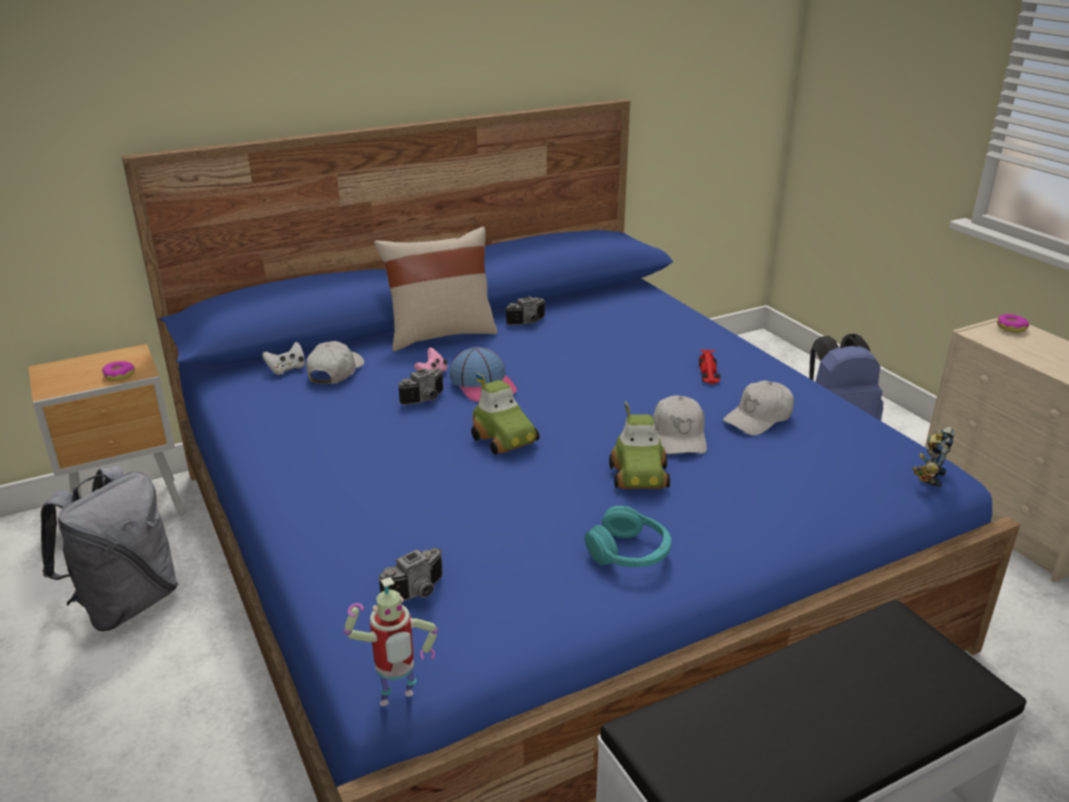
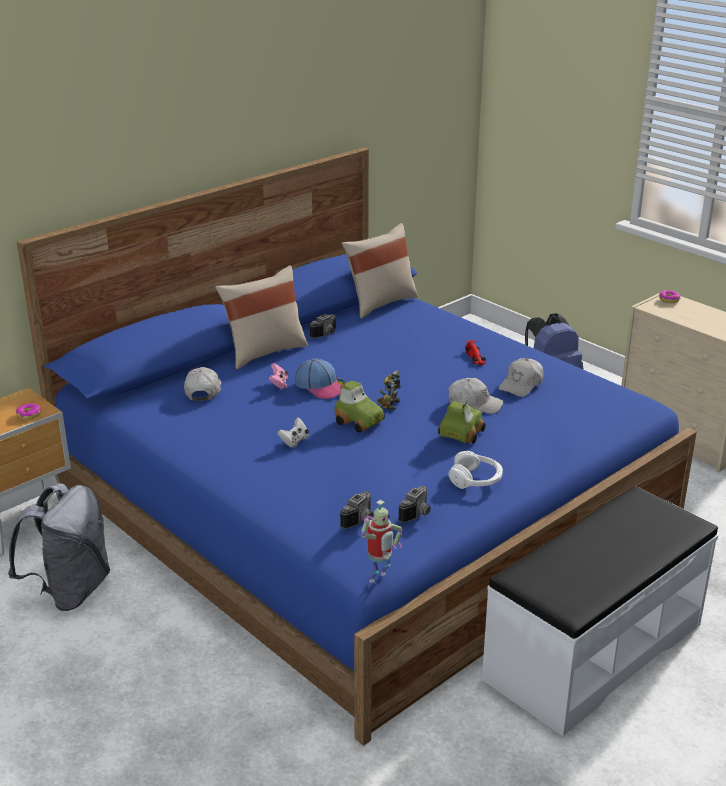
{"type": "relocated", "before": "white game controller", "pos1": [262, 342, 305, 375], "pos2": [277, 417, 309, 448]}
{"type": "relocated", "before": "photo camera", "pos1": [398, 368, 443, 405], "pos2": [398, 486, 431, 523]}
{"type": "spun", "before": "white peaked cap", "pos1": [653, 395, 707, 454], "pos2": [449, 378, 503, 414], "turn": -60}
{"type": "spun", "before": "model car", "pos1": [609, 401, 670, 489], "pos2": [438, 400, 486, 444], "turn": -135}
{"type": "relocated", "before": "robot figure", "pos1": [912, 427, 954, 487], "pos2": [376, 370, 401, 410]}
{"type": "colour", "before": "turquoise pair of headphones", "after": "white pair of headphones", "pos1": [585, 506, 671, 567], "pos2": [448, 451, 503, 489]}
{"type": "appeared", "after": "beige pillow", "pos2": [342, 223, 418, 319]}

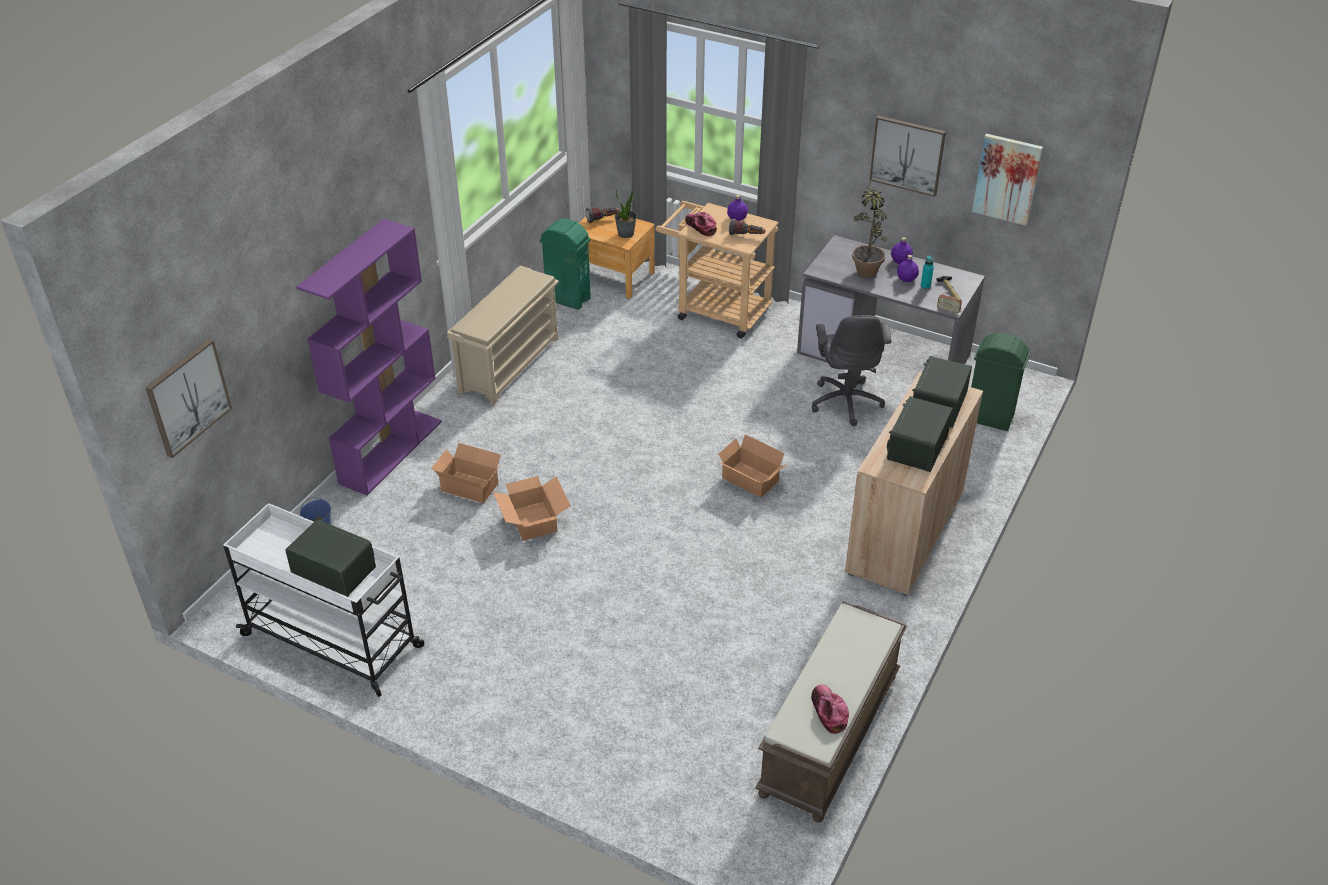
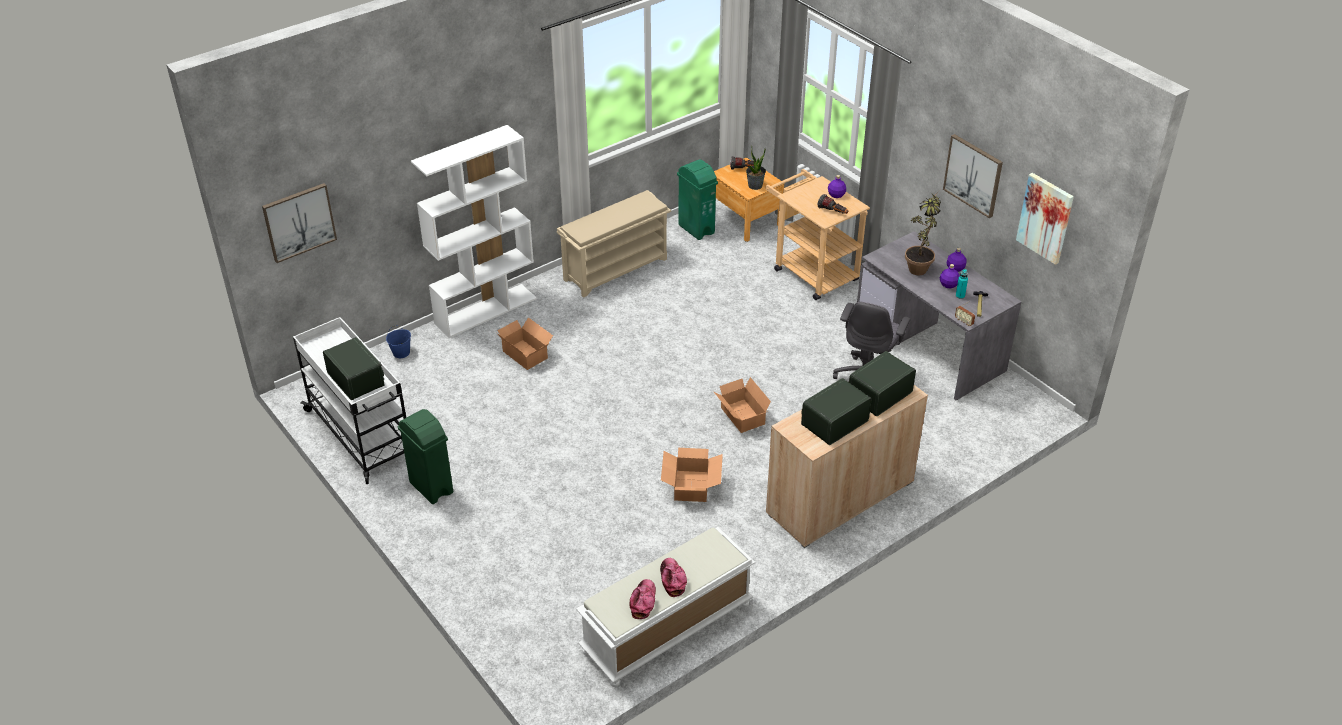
{"type": "relocated", "before": "peaked cap", "pos1": [685, 212, 717, 236], "pos2": [660, 558, 687, 597]}
{"type": "colour", "before": "purple-coloured bookshelf", "after": "white bookshelf", "pos1": [296, 219, 442, 495], "pos2": [411, 125, 537, 338]}
{"type": "relocated", "before": "green waste bin", "pos1": [971, 333, 1030, 431], "pos2": [398, 409, 453, 504]}
{"type": "relocated", "before": "carton", "pos1": [493, 476, 571, 541], "pos2": [661, 448, 723, 502]}
{"type": "colour", "before": "brown-coloured bench", "after": "white bench", "pos1": [755, 601, 907, 822], "pos2": [576, 527, 755, 687]}

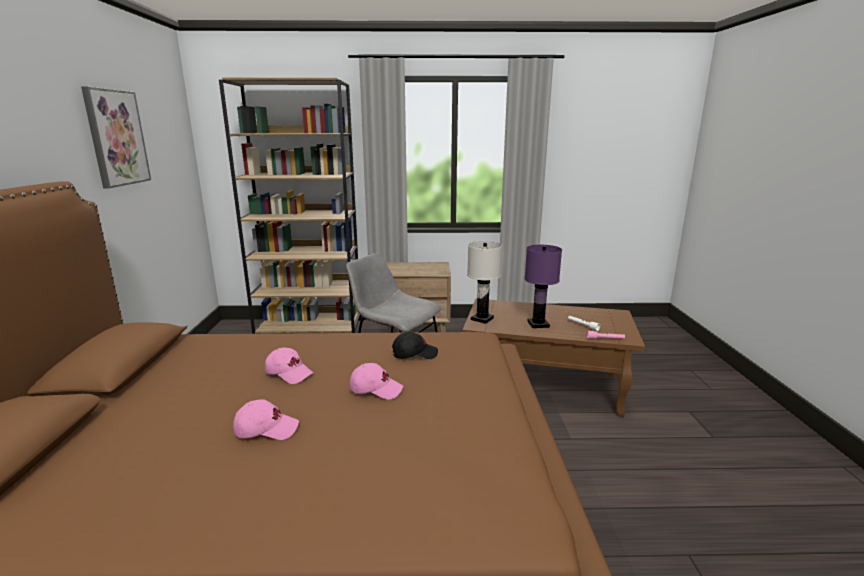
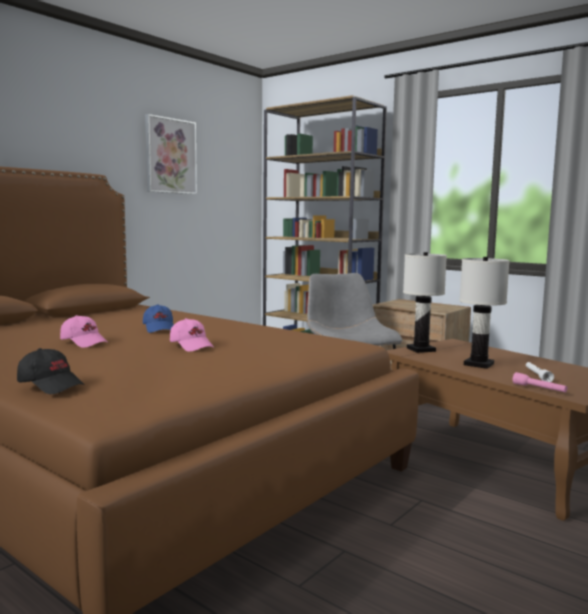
{"type": "colour", "before": "purple-coloured table lamp", "after": "white table lamp", "pos1": [524, 245, 562, 328], "pos2": [459, 257, 510, 369]}
{"type": "relocated", "before": "black-coloured peaked cap", "pos1": [392, 332, 438, 359], "pos2": [17, 348, 85, 394]}
{"type": "colour", "before": "pink peaked cap", "after": "blue peaked cap", "pos1": [265, 348, 313, 384], "pos2": [143, 304, 174, 333]}

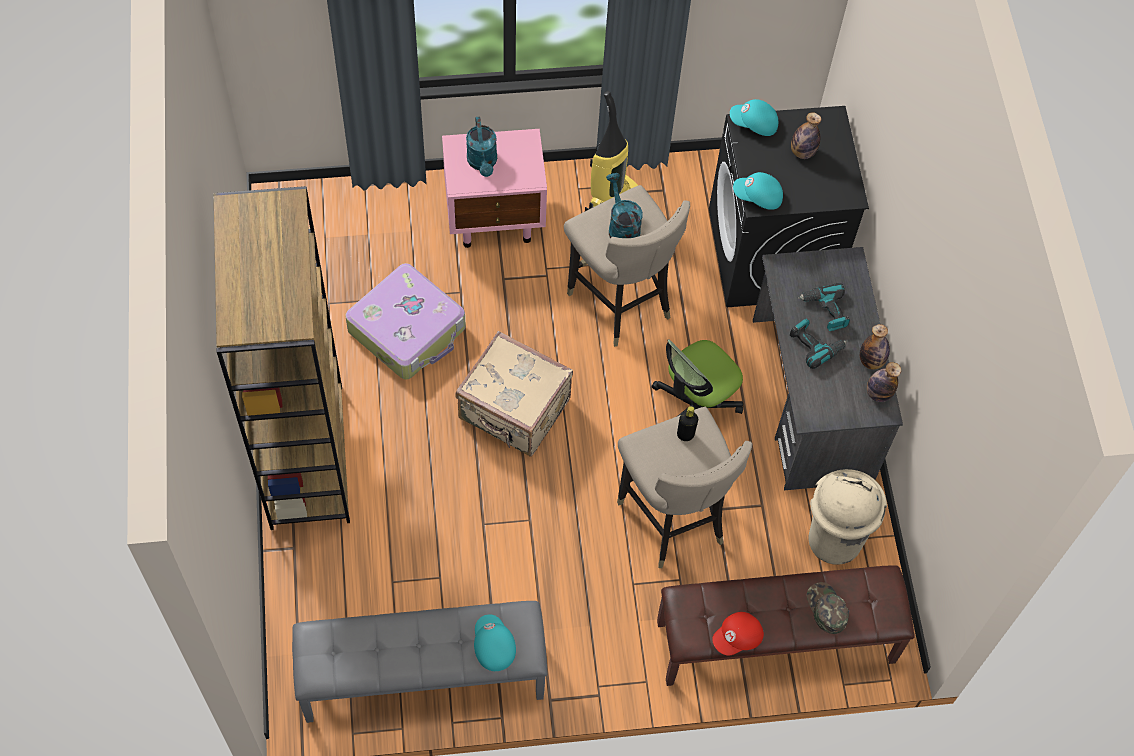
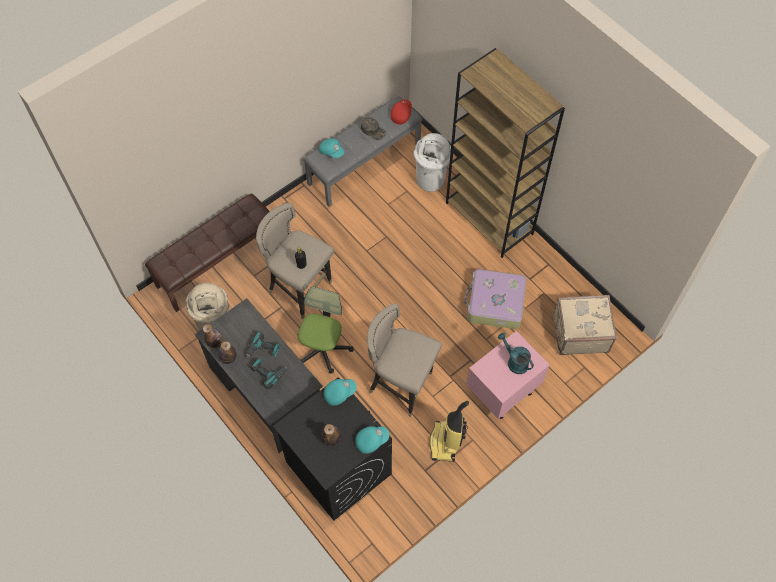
{"type": "missing", "before": "turquoise sprinkling can", "pos1": [606, 173, 643, 238]}
{"type": "relocated", "before": "beige piece of luggage", "pos1": [455, 331, 573, 457], "pos2": [553, 295, 617, 355]}
{"type": "relocated", "before": "green peaked cap", "pos1": [807, 582, 849, 634], "pos2": [361, 117, 386, 140]}
{"type": "relocated", "before": "reddish peaked cap", "pos1": [712, 612, 764, 656], "pos2": [391, 99, 412, 125]}
{"type": "appeared", "after": "white waste bin", "pos2": [413, 133, 451, 192]}

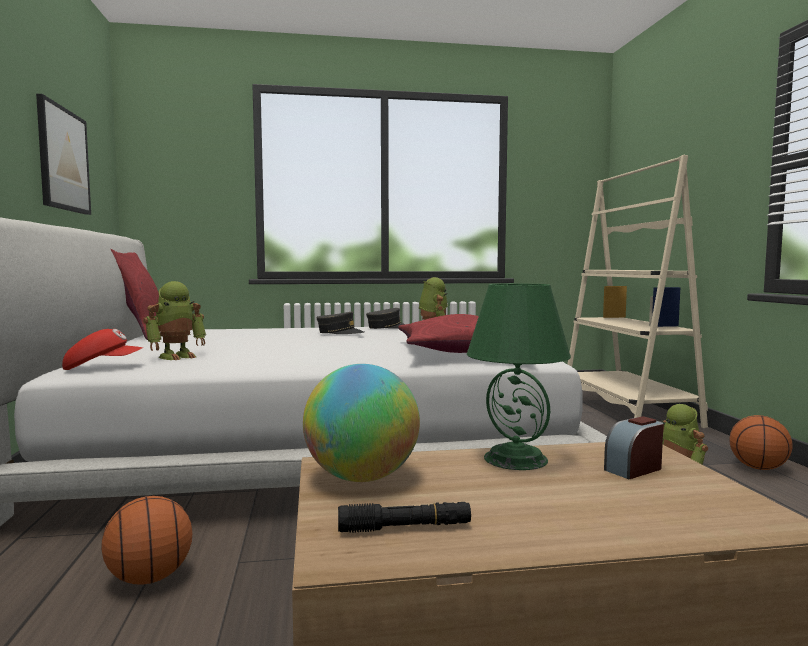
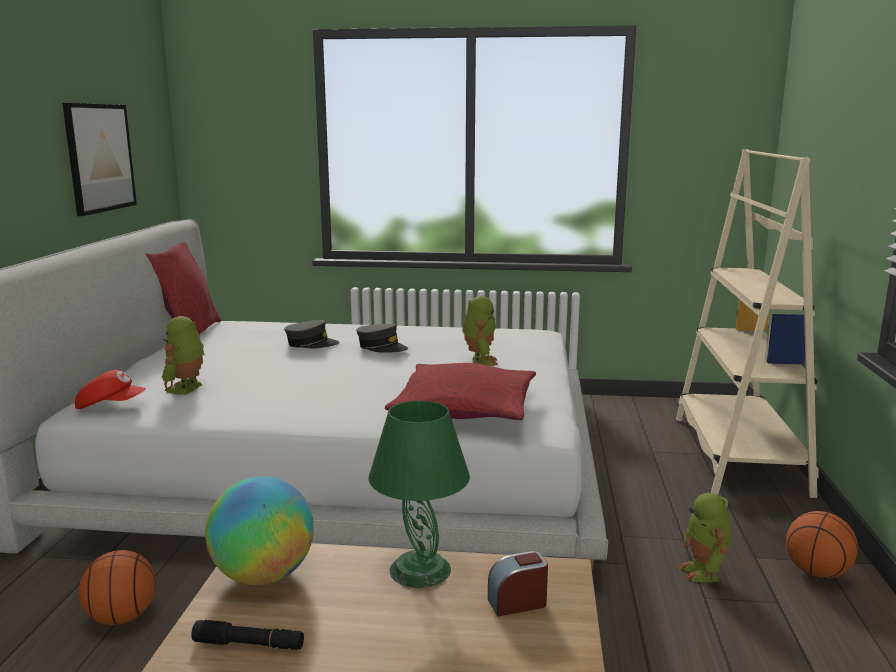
{"type": "spun", "before": "robot figure", "pos1": [143, 281, 206, 360], "pos2": [162, 316, 205, 395], "turn": 135}
{"type": "relocated", "before": "gray peaked cap", "pos1": [366, 308, 405, 329], "pos2": [284, 320, 339, 348]}

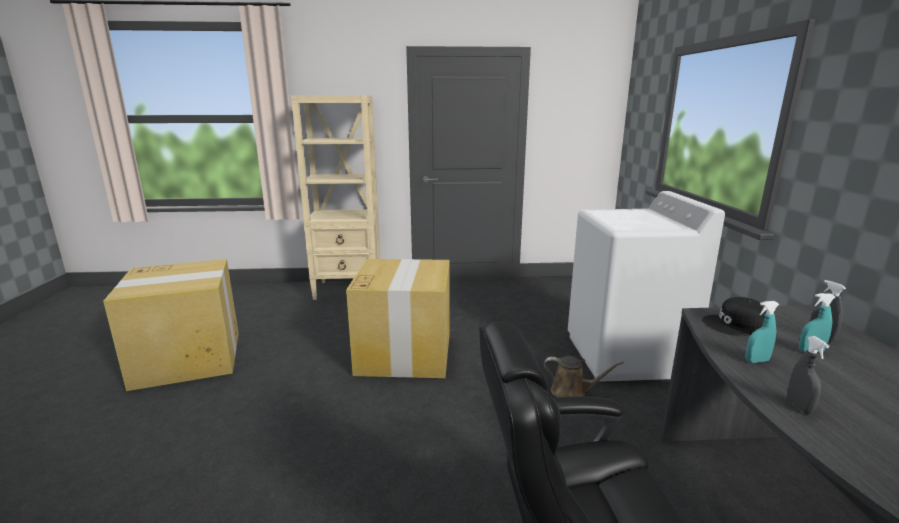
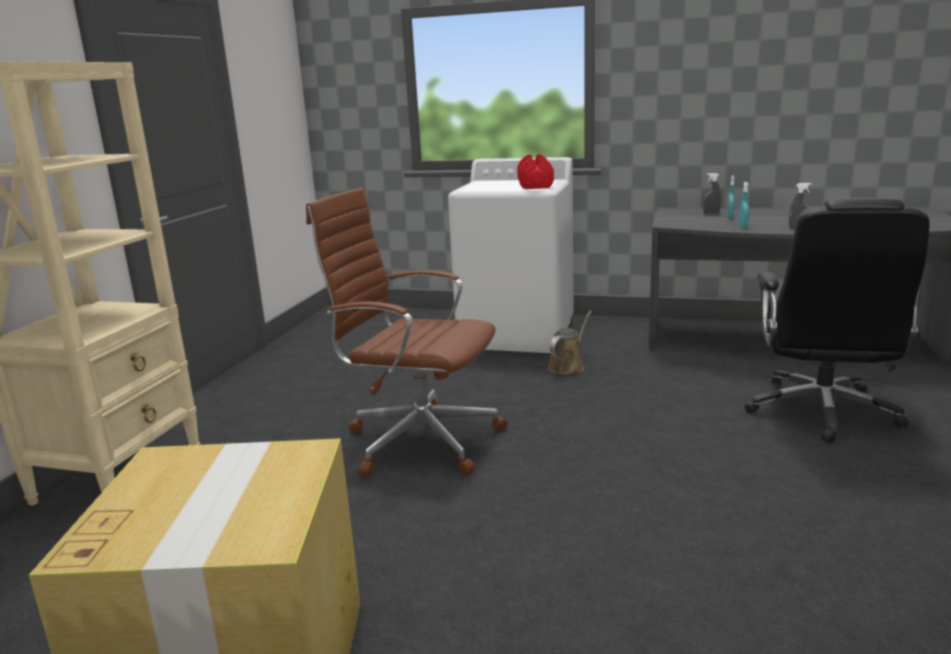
{"type": "exchanged", "before": "carton", "after": "brown-coloured office chair", "pos1": [346, 259, 450, 378], "pos2": [306, 188, 507, 476]}
{"type": "missing", "before": "black-coloured peaked cap", "pos1": [702, 297, 767, 336]}
{"type": "appeared", "after": "reddish free weight", "pos2": [517, 154, 554, 189]}

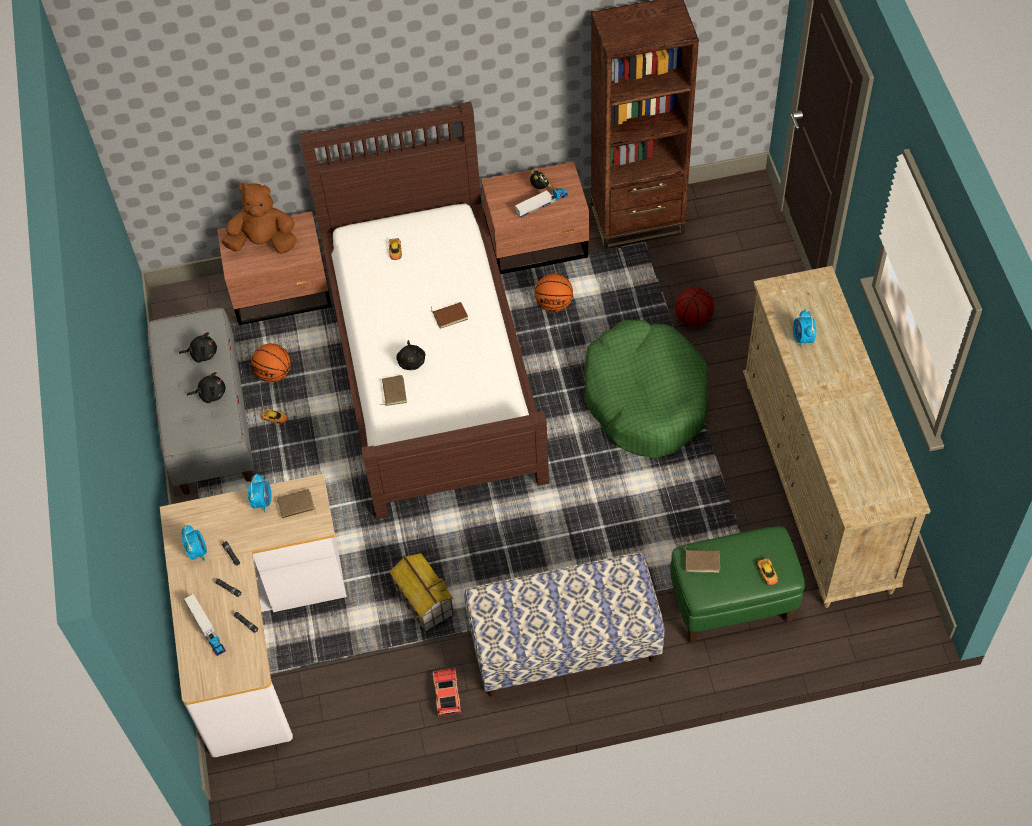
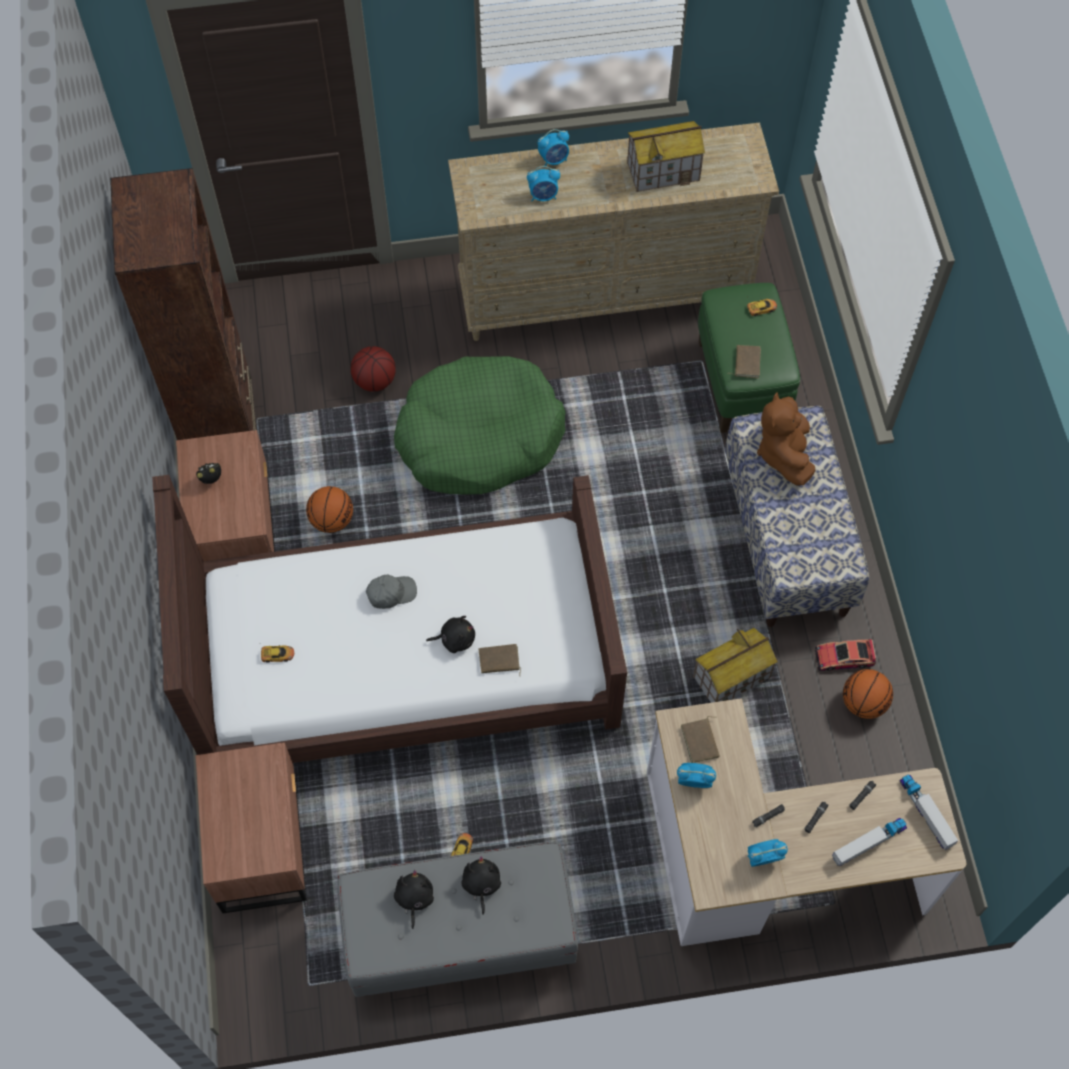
{"type": "relocated", "before": "brown-coloured cuddly toy", "pos1": [222, 183, 297, 254], "pos2": [757, 392, 815, 486]}
{"type": "relocated", "before": "toy lorry", "pos1": [515, 188, 568, 218], "pos2": [899, 775, 958, 850]}
{"type": "exchanged", "before": "brown-coloured bound book", "after": "gray peaked cap", "pos1": [431, 302, 468, 329], "pos2": [366, 574, 417, 609]}
{"type": "relocated", "before": "basketball", "pos1": [251, 343, 291, 383], "pos2": [843, 669, 893, 719]}
{"type": "appeared", "after": "model house", "pos2": [627, 121, 705, 192]}
{"type": "appeared", "after": "bedside clock", "pos2": [538, 129, 569, 168]}

